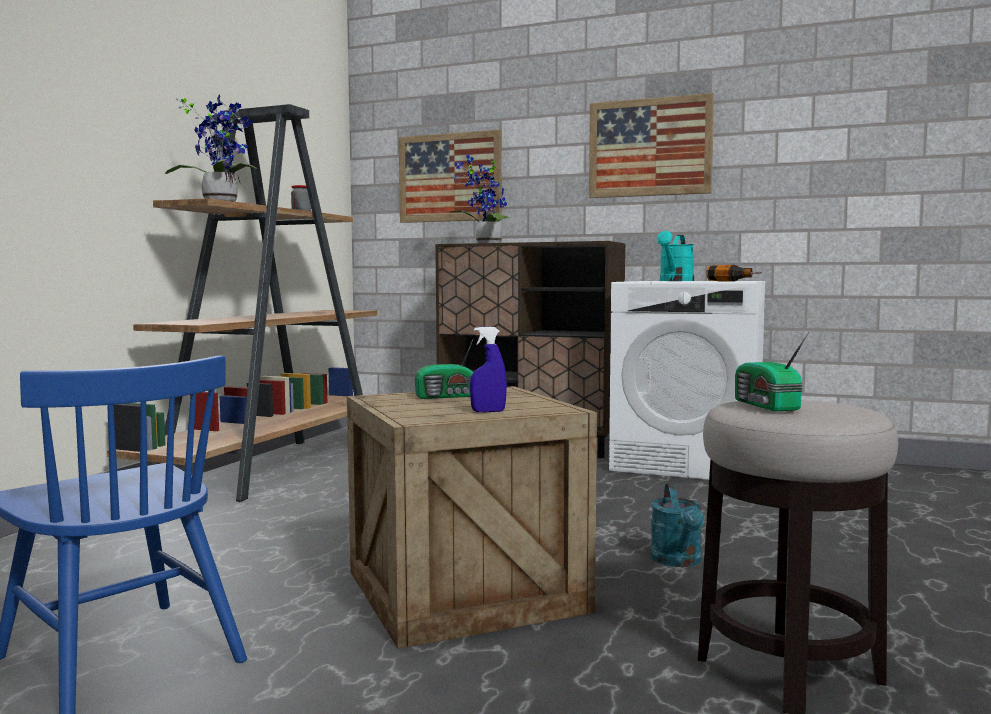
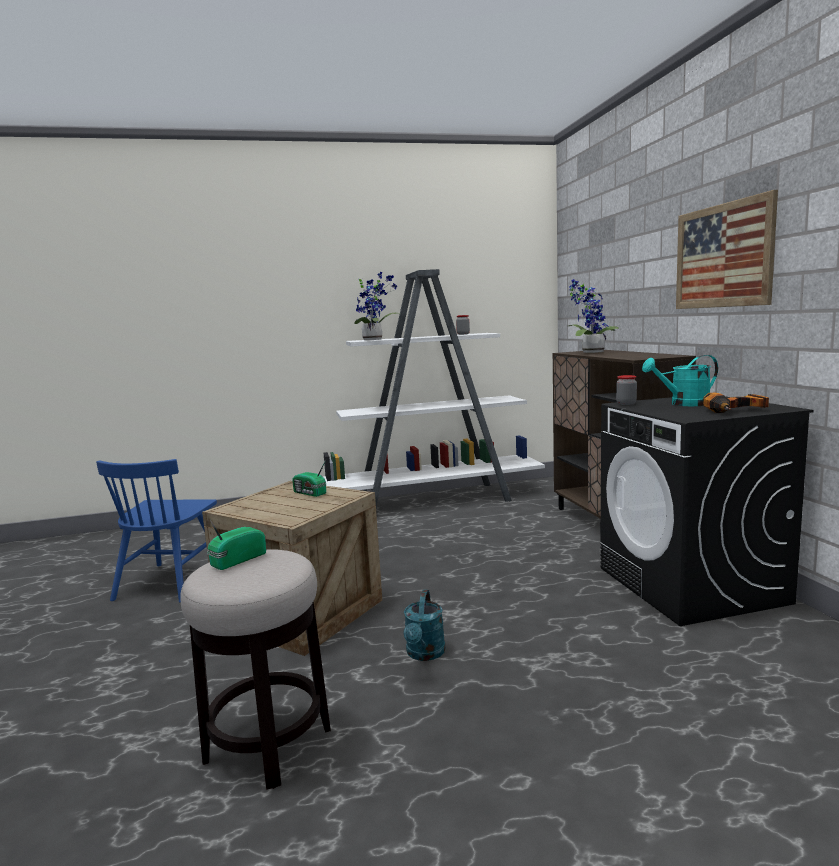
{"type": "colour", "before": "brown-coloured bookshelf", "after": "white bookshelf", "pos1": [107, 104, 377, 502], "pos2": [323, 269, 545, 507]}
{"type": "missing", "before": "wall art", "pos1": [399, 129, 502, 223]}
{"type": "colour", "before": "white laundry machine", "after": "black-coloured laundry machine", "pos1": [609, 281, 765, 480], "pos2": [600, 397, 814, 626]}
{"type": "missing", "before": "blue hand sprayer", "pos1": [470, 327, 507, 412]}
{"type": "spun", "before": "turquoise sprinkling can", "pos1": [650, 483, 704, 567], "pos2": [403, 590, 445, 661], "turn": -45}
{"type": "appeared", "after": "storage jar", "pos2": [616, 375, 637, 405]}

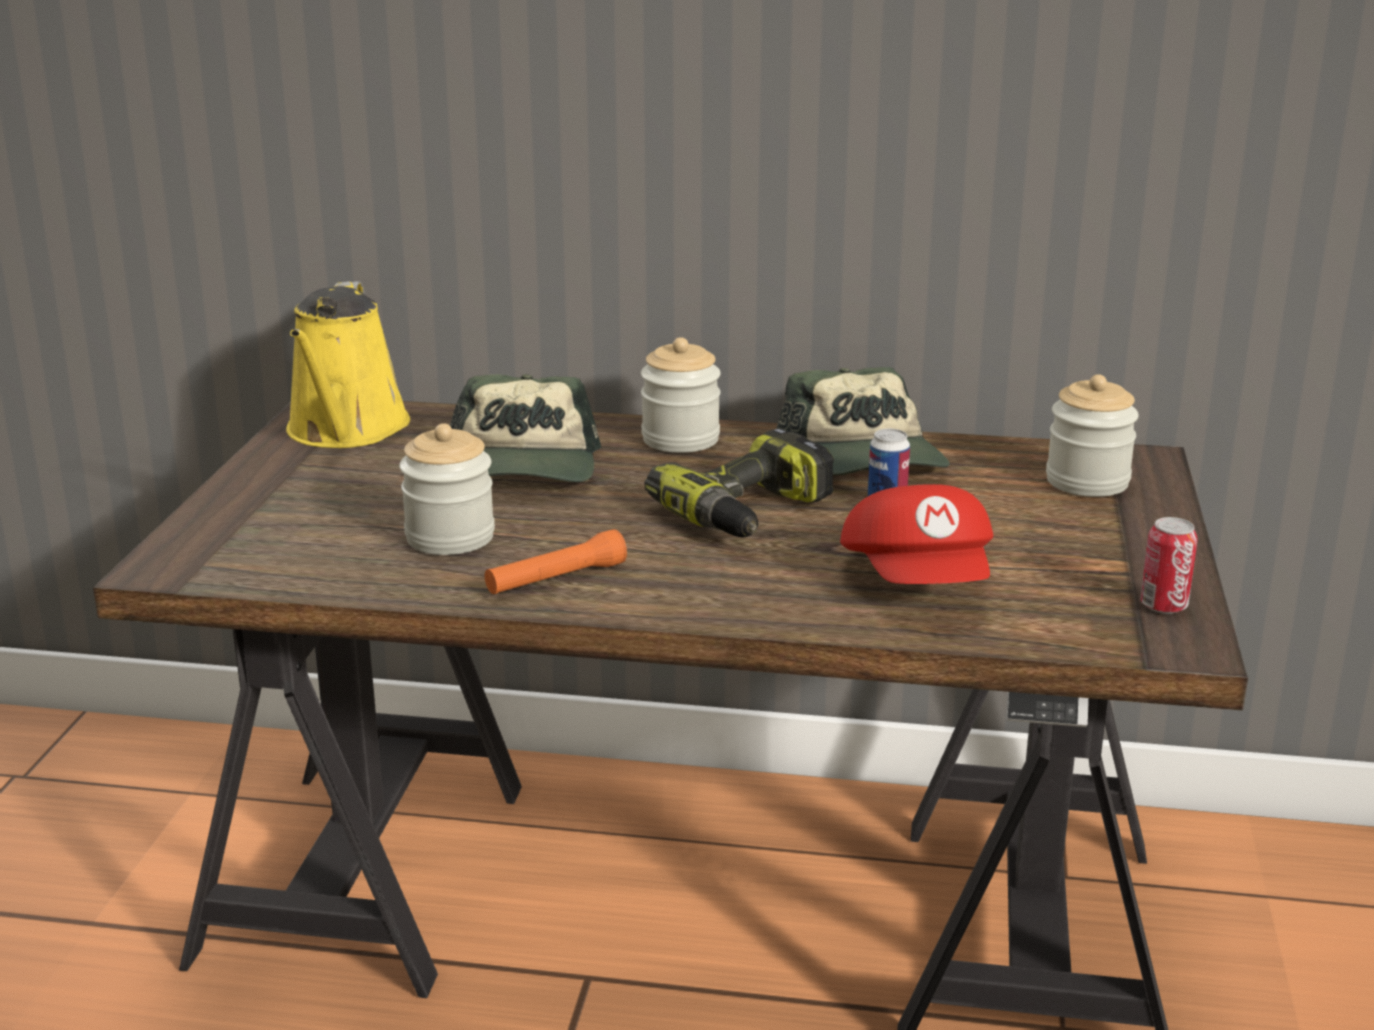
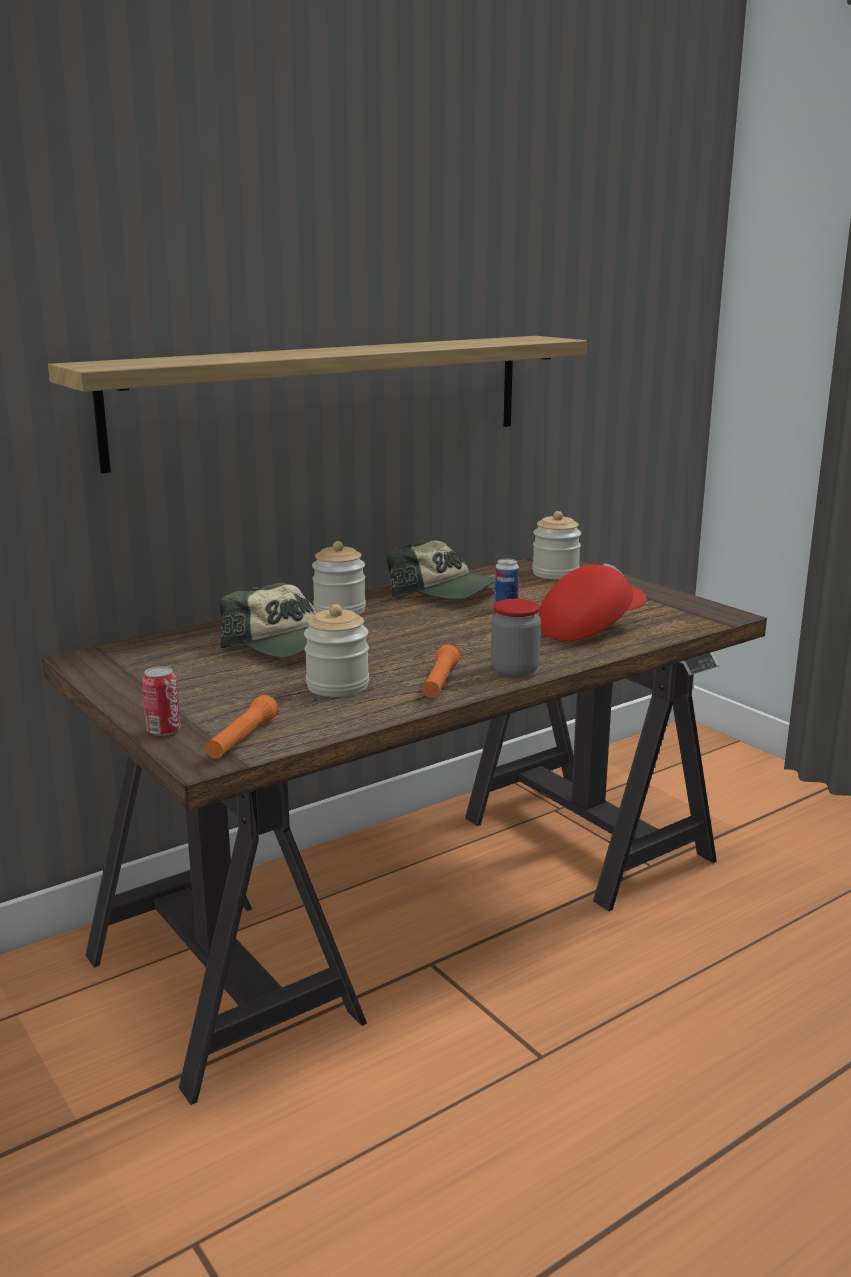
{"type": "missing", "before": "yellow-coloured sprinkling can", "pos1": [286, 281, 410, 448]}
{"type": "missing", "before": "electric drill", "pos1": [644, 428, 834, 538]}
{"type": "spun", "before": "reddish peaked cap", "pos1": [840, 484, 993, 584], "pos2": [539, 564, 646, 641], "turn": -75}
{"type": "relocated", "before": "can", "pos1": [1140, 517, 1198, 614], "pos2": [142, 666, 180, 736]}
{"type": "appeared", "after": "shelf", "pos2": [48, 336, 587, 473]}
{"type": "appeared", "after": "storage jar", "pos2": [491, 599, 541, 678]}
{"type": "appeared", "after": "orange hand torch", "pos2": [205, 695, 278, 759]}

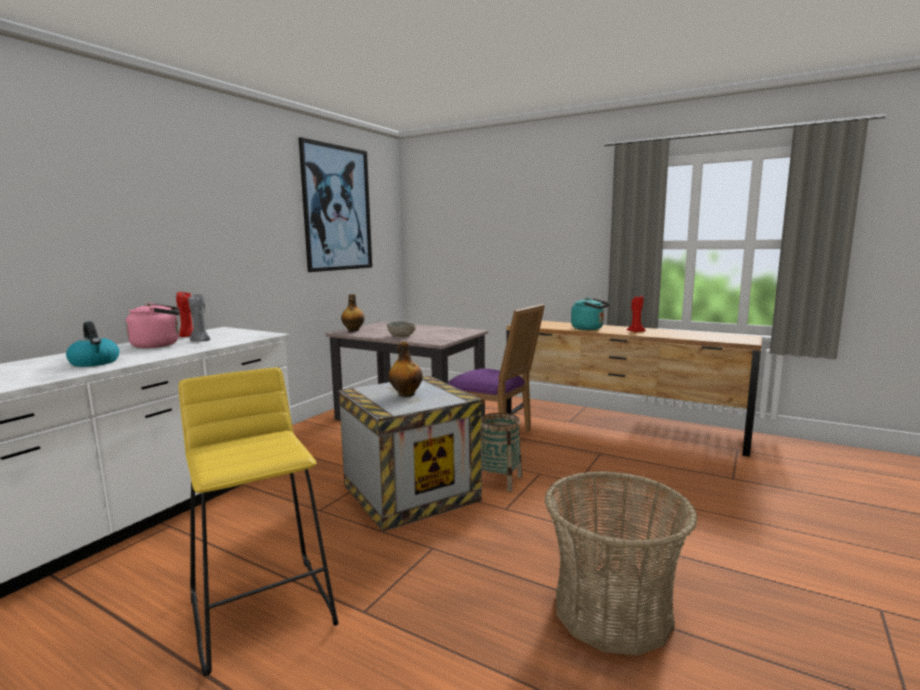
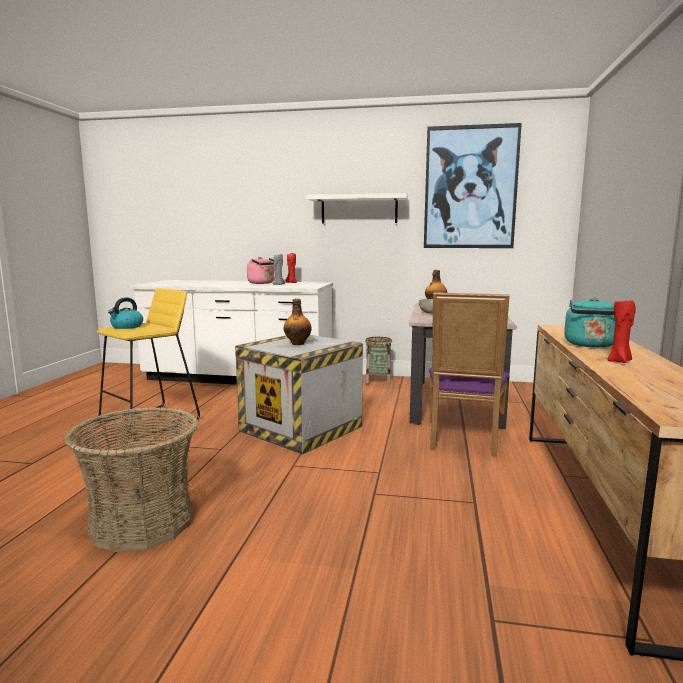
{"type": "relocated", "before": "kettle", "pos1": [66, 321, 119, 367], "pos2": [108, 298, 143, 329]}
{"type": "relocated", "before": "storage basket", "pos1": [481, 413, 522, 492], "pos2": [365, 337, 392, 385]}
{"type": "appeared", "after": "white shelf", "pos2": [307, 193, 408, 223]}

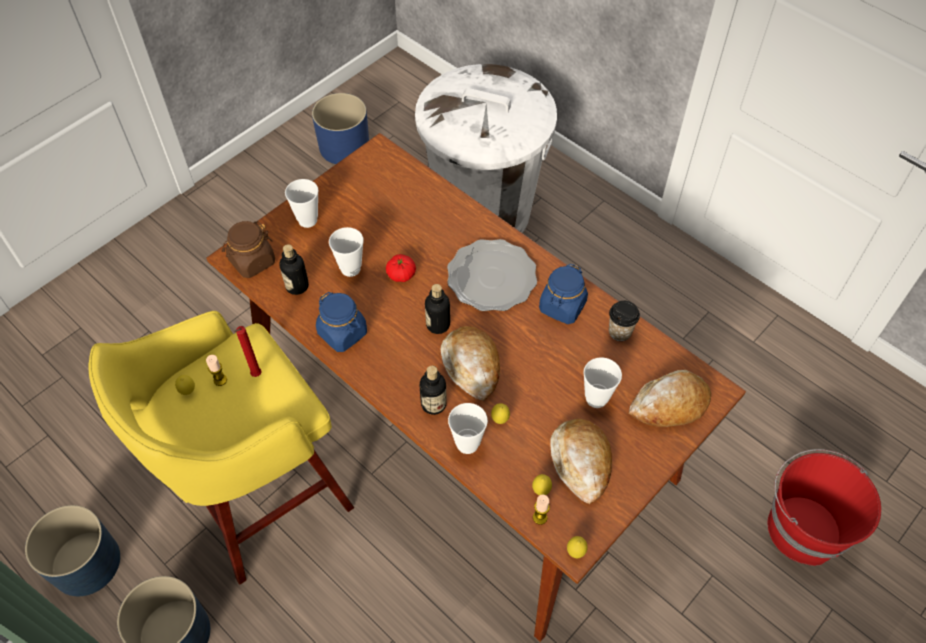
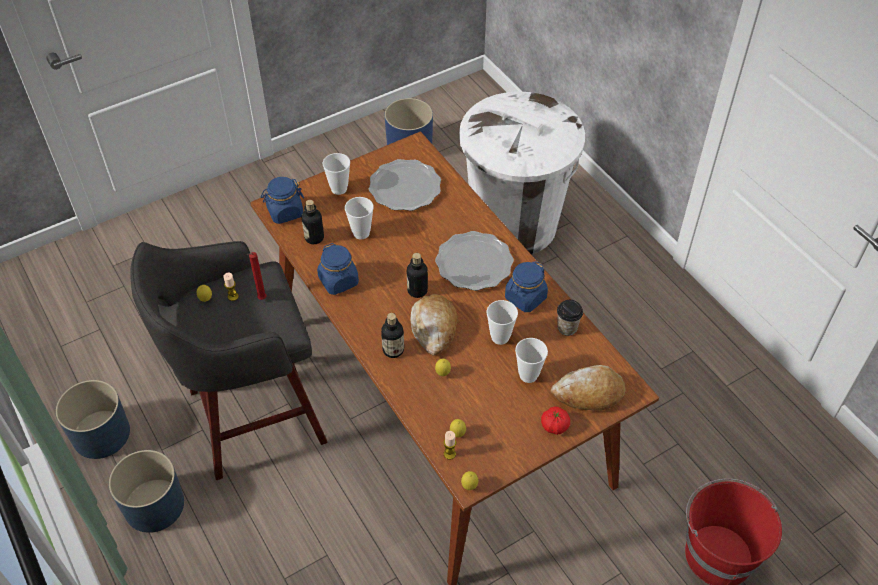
{"type": "colour", "before": "brown-coloured storage jar", "after": "blue storage jar", "pos1": [221, 221, 275, 278], "pos2": [261, 177, 304, 224]}
{"type": "relocated", "before": "tomato", "pos1": [386, 254, 416, 282], "pos2": [541, 407, 570, 435]}
{"type": "colour", "before": "yellow-coloured stool", "after": "gray stool", "pos1": [89, 311, 354, 584], "pos2": [130, 241, 328, 480]}
{"type": "relocated", "before": "drinking cup", "pos1": [448, 403, 488, 454], "pos2": [486, 300, 518, 345]}
{"type": "missing", "before": "bread", "pos1": [550, 419, 612, 504]}
{"type": "appeared", "after": "plate", "pos2": [369, 159, 441, 211]}

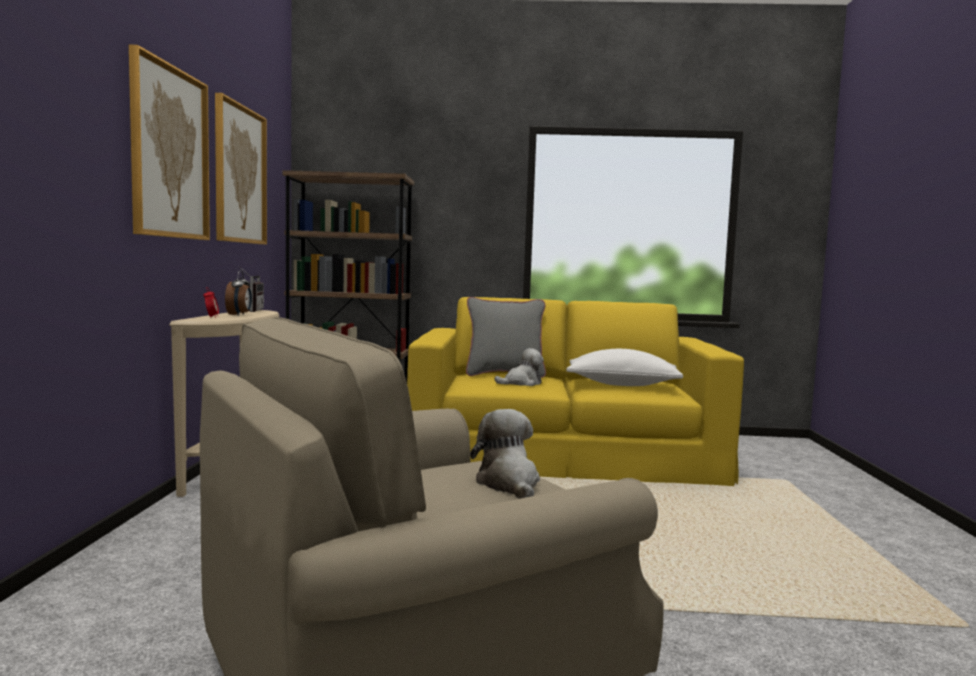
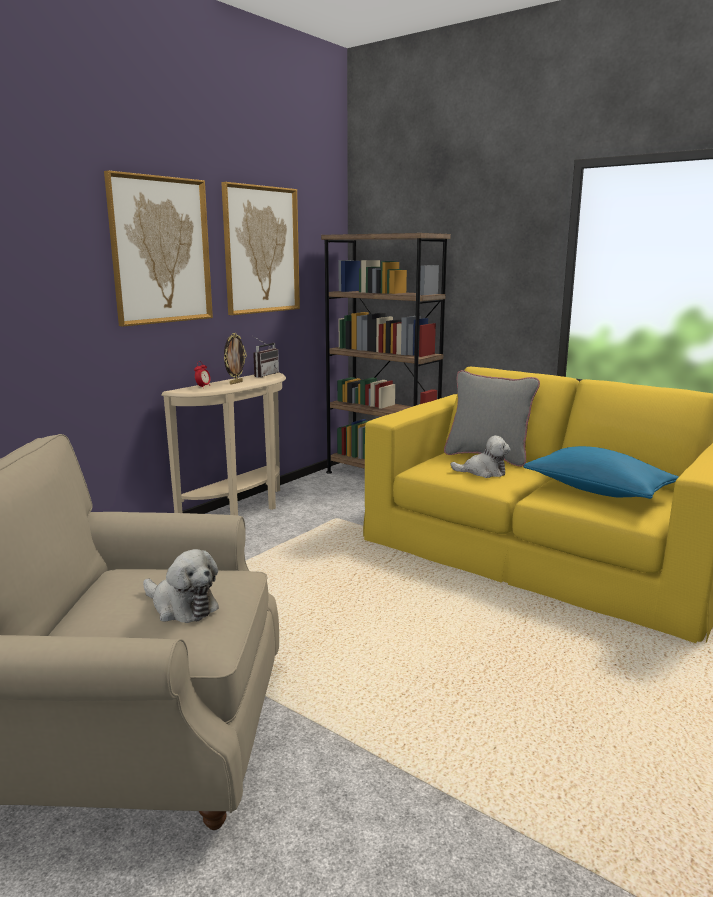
{"type": "exchanged", "before": "bedside clock", "after": "standing frame", "pos1": [225, 270, 252, 316], "pos2": [224, 333, 247, 385]}
{"type": "colour", "before": "white pillow", "after": "blue pillow", "pos1": [566, 349, 683, 386], "pos2": [524, 446, 679, 499]}
{"type": "spun", "before": "cuddly toy", "pos1": [470, 409, 540, 499], "pos2": [143, 549, 219, 623], "turn": 105}

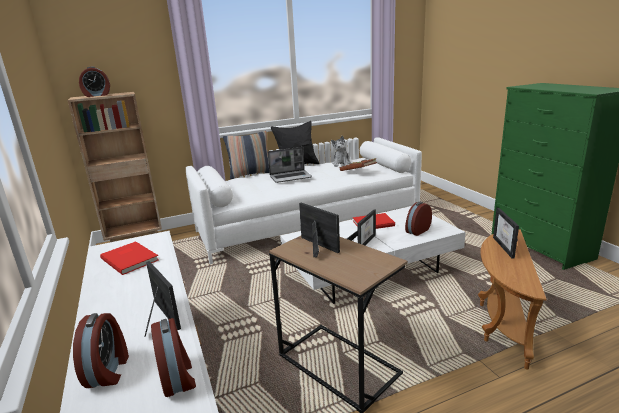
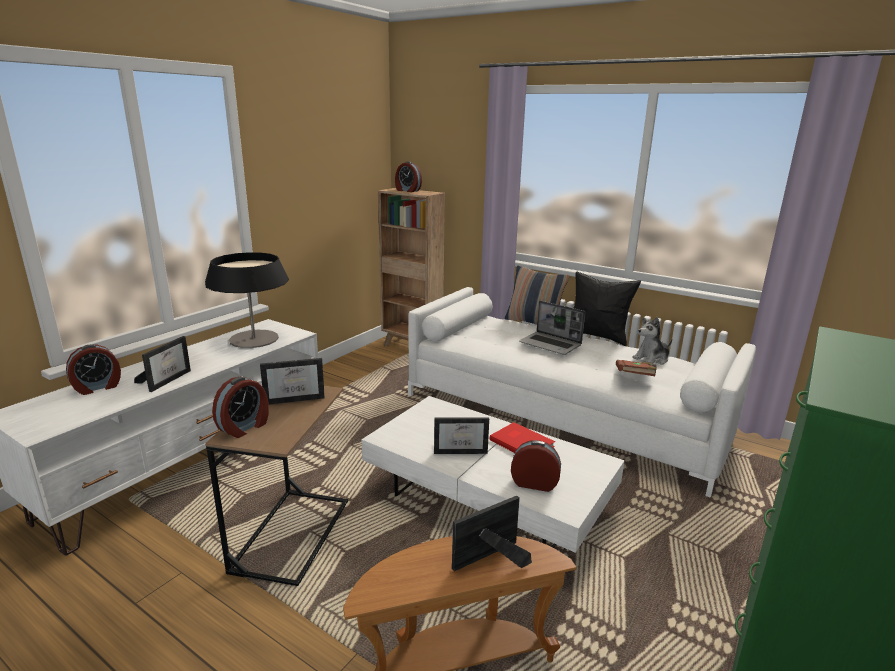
{"type": "spun", "before": "standing frame", "pos1": [299, 203, 340, 257], "pos2": [260, 358, 325, 404], "turn": 60}
{"type": "exchanged", "before": "reddish bound book", "after": "table lamp", "pos1": [100, 241, 159, 275], "pos2": [205, 252, 289, 348]}
{"type": "relocated", "before": "bedside clock", "pos1": [151, 318, 196, 397], "pos2": [212, 376, 269, 438]}

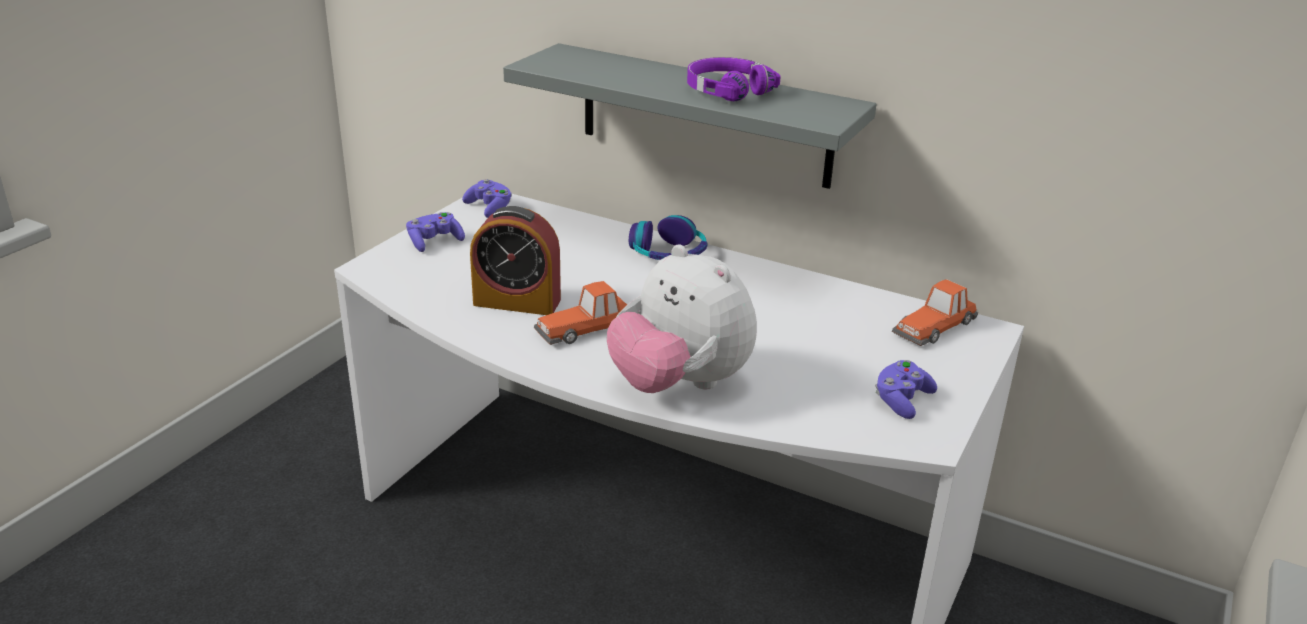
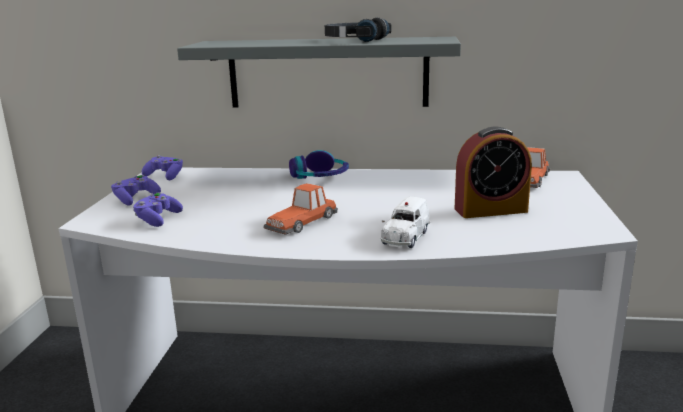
{"type": "colour", "before": "purple-coloured pair of headphones", "after": "black-coloured pair of headphones", "pos1": [687, 57, 781, 101], "pos2": [325, 18, 391, 42]}
{"type": "relocated", "before": "bedside clock", "pos1": [470, 206, 561, 315], "pos2": [455, 126, 532, 218]}
{"type": "exchanged", "before": "cuddly toy", "after": "white model car", "pos1": [607, 244, 757, 393], "pos2": [381, 197, 430, 248]}
{"type": "relocated", "before": "purple-coloured game controller", "pos1": [875, 360, 937, 419], "pos2": [133, 192, 183, 227]}

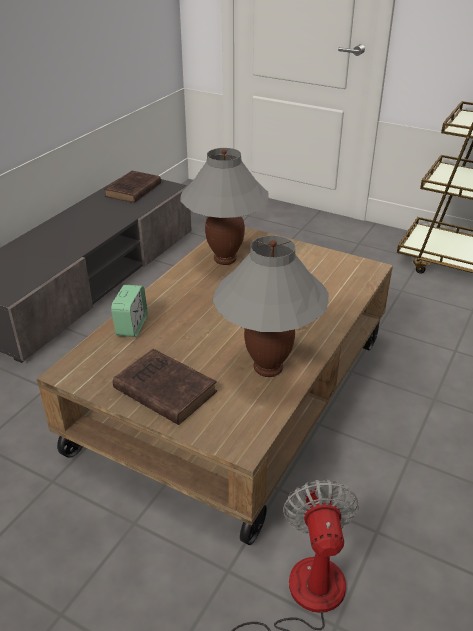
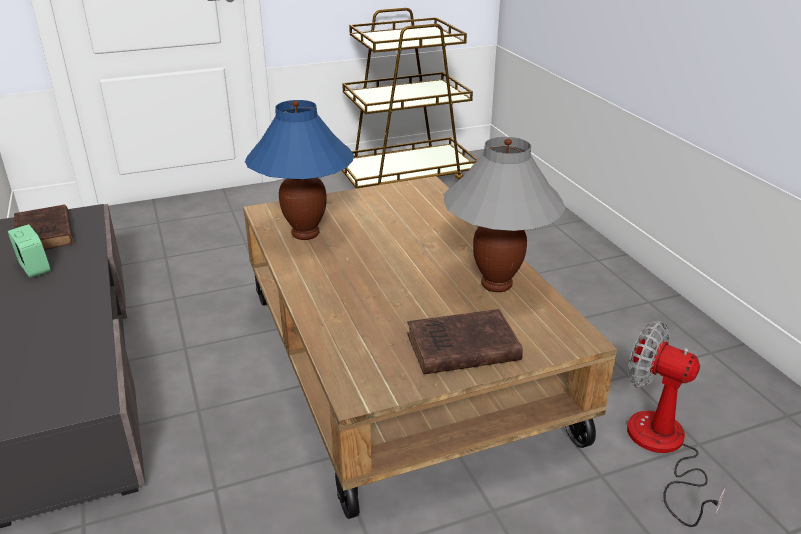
{"type": "colour", "before": "gray table lamp", "after": "blue table lamp", "pos1": [180, 148, 269, 265], "pos2": [245, 100, 354, 240]}
{"type": "relocated", "before": "bedside clock", "pos1": [111, 285, 148, 337], "pos2": [8, 224, 51, 278]}

